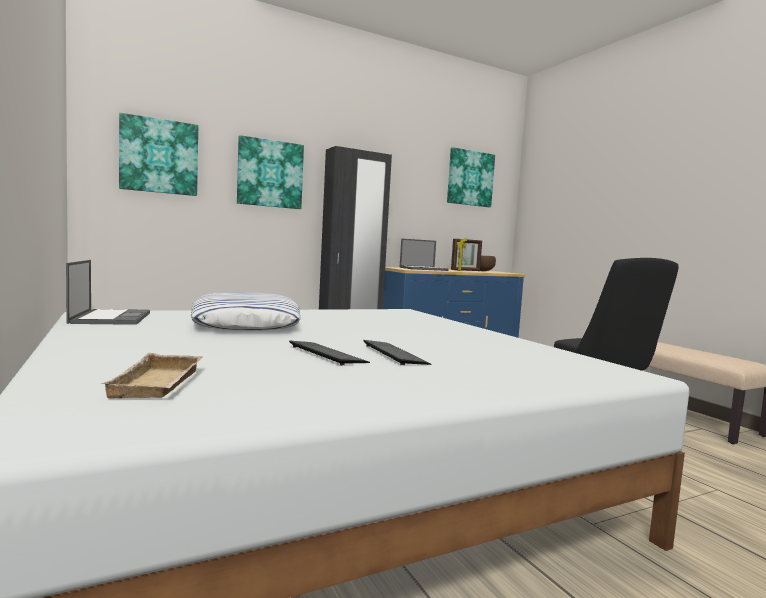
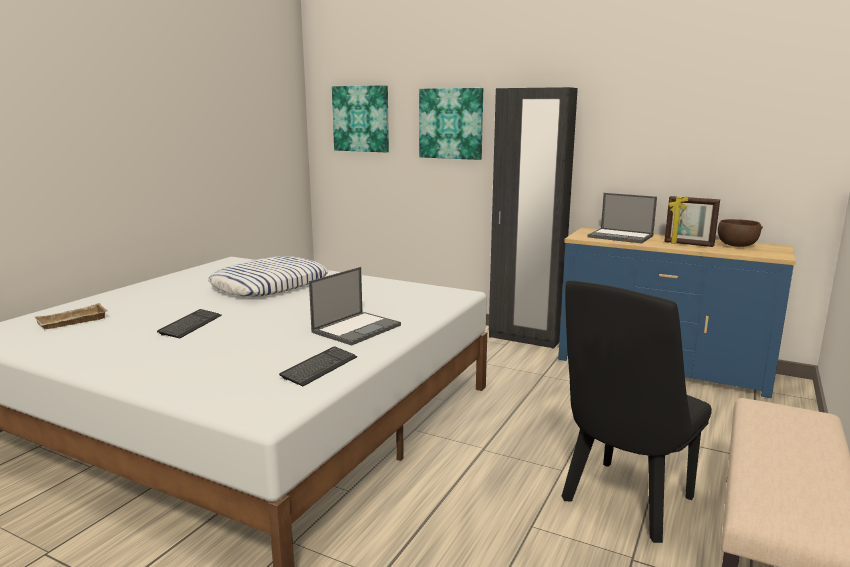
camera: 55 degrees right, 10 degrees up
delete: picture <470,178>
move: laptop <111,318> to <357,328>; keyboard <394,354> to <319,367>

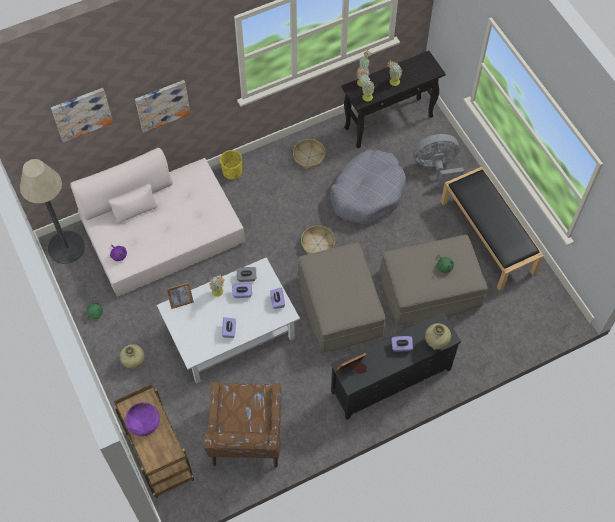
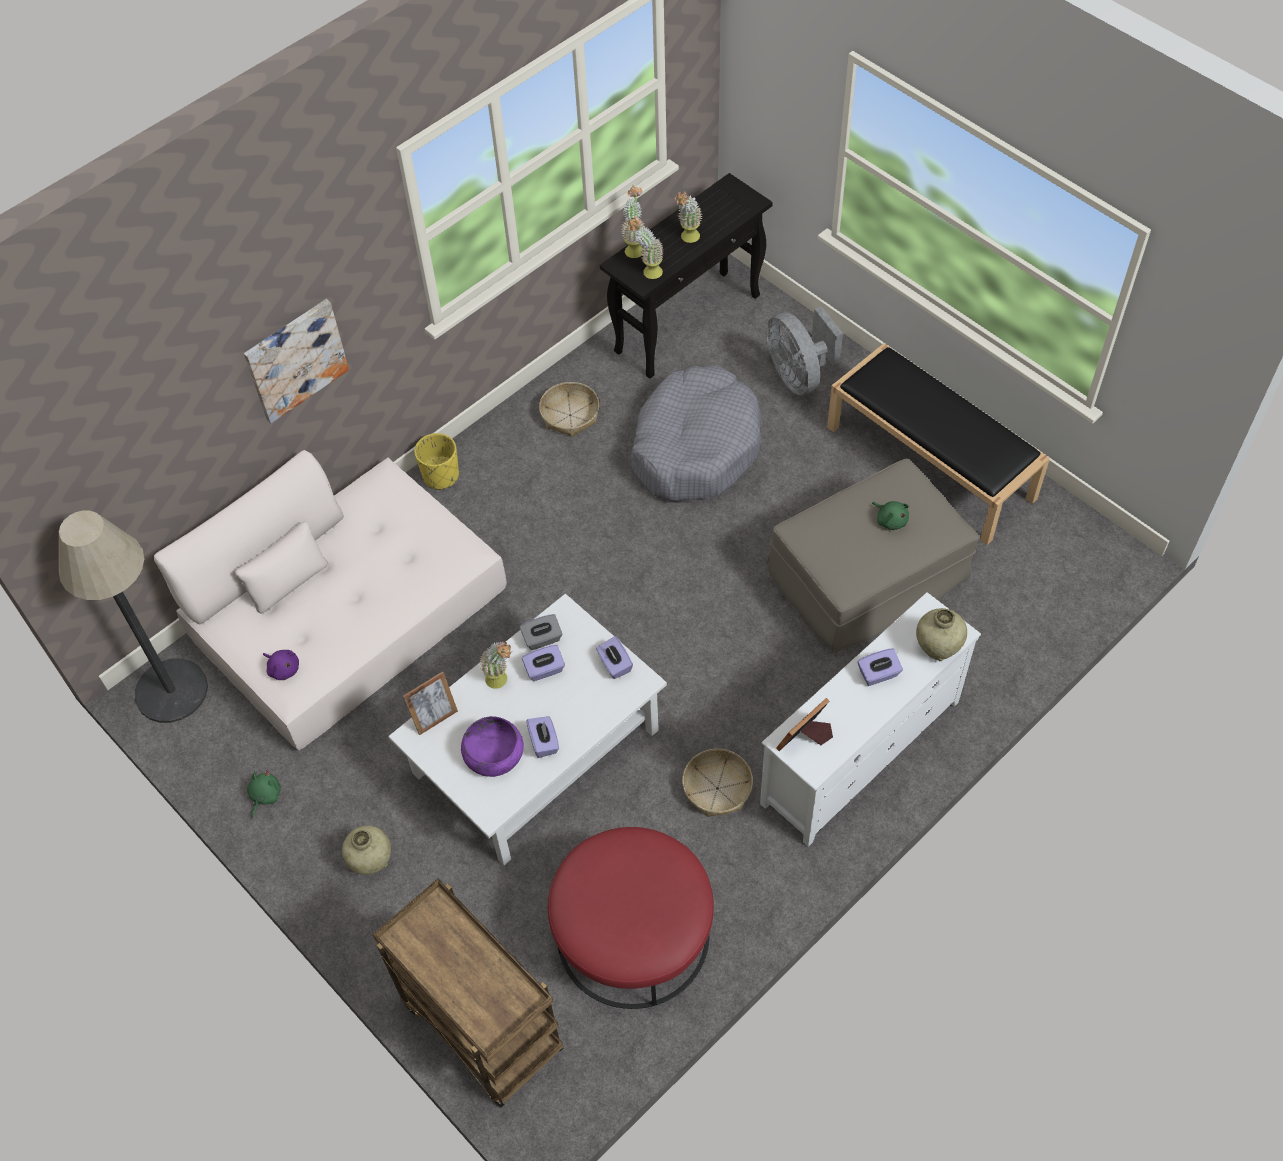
camera: 15 degrees left, 5 degrees down
delete: picture <82,113>; ottoman/beige <340,306>
move: bowl/purple <143,422> to <493,754>; basket <318,244> to <717,788>
replace: armchair/brown <246,436> to ottoman/red <633,934>
recolor: tv stand/black <391,381> to tv stand/white <861,753>
rotate: fan/grey <436,168> = <798,375> 90 degrees counterclockwise

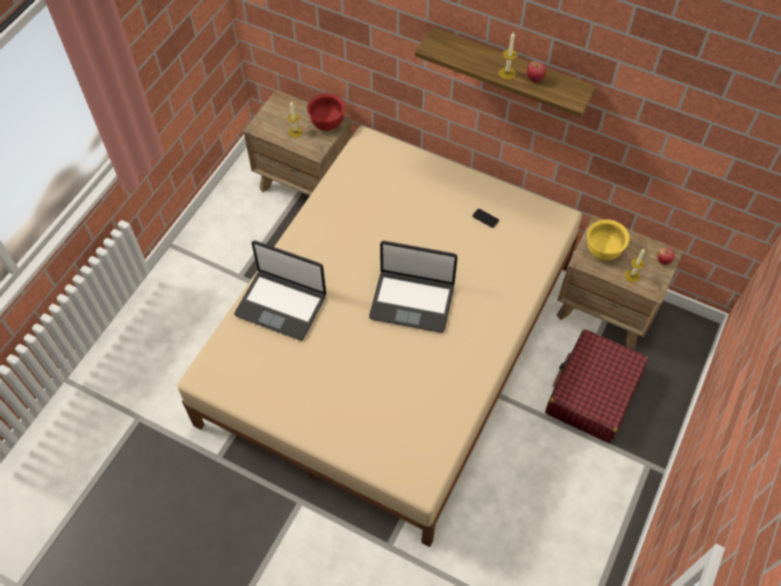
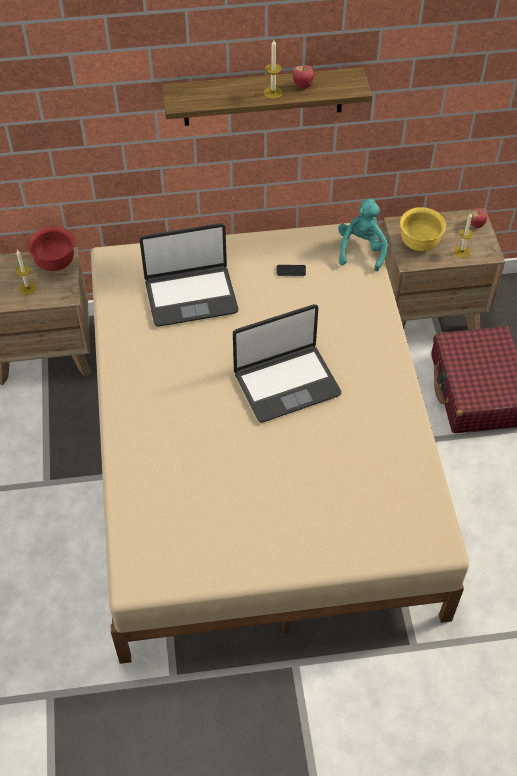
camera: 35 degrees left, 5 degrees down
insert: plush toy/turquoise <361,250>
move: laptop <281,305> to <191,296>

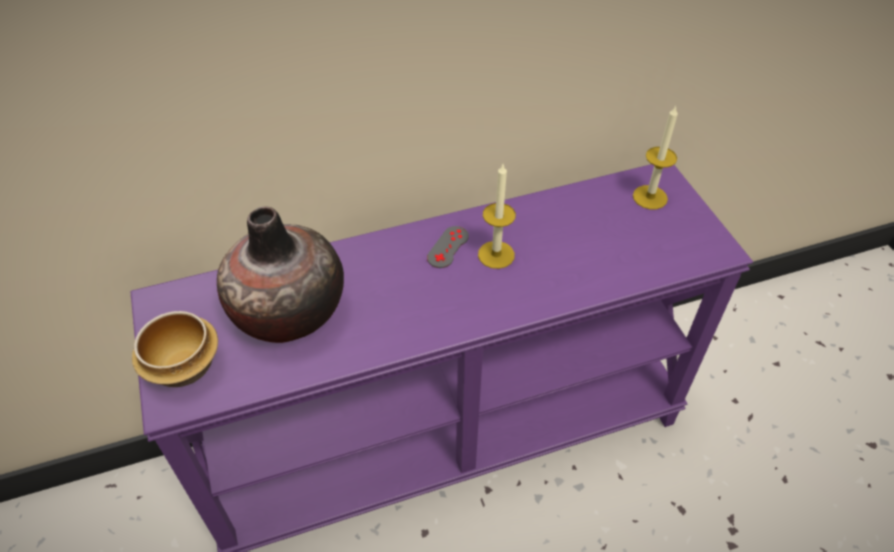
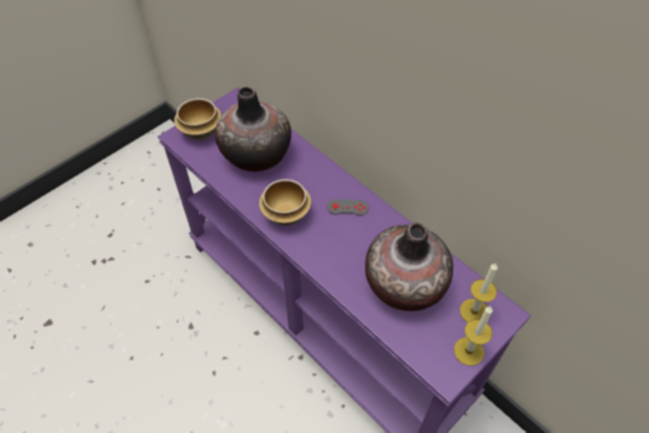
camera: 65 degrees right, 5 degrees up
insert: bowl <285,214>; vase <404,284>
move: candle <496,254> to <468,351>

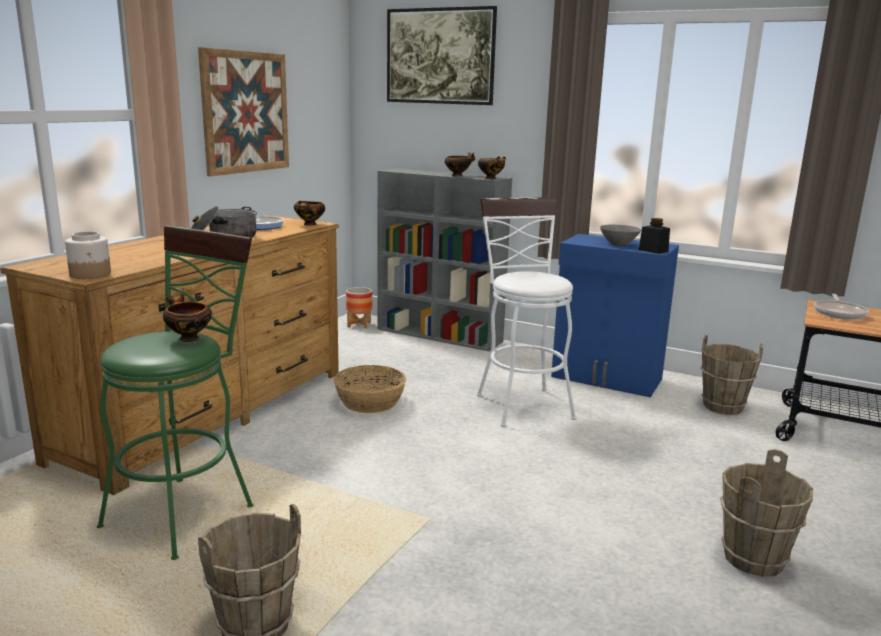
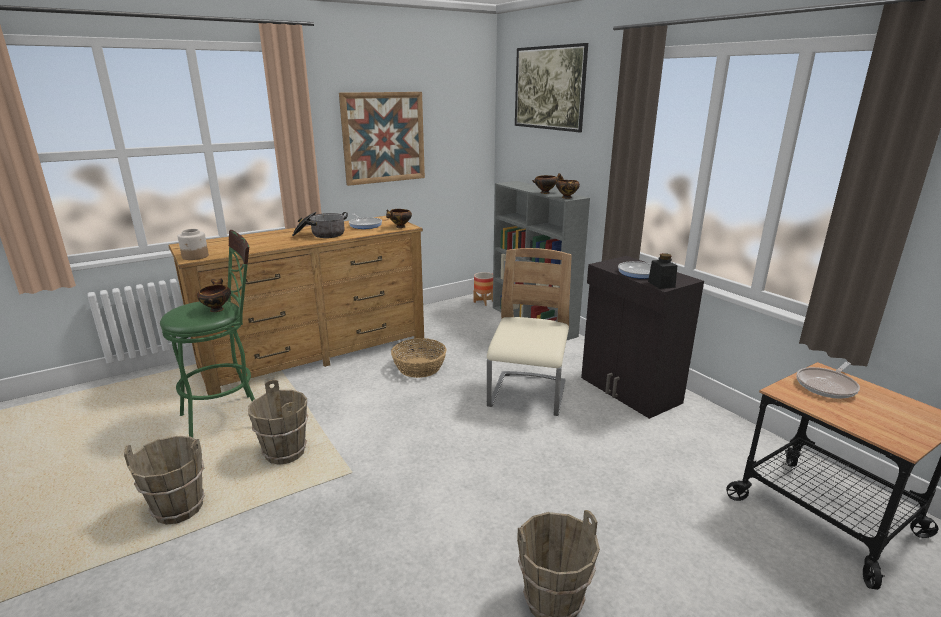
camera: 30 degrees right, 5 degrees up
move: bucket/brown <723,407> to <284,453>
replace: stool/white <521,403> to chair/beige <527,395>; bowl/grey <619,244> to frying pan <641,272>
recolor: cabinet/blue <606,378> to cabinet/black <629,391>

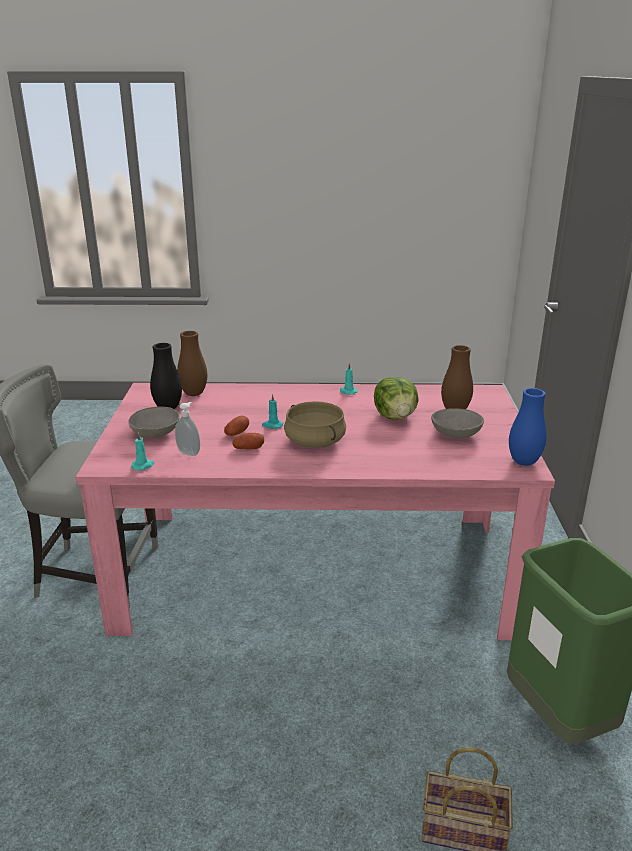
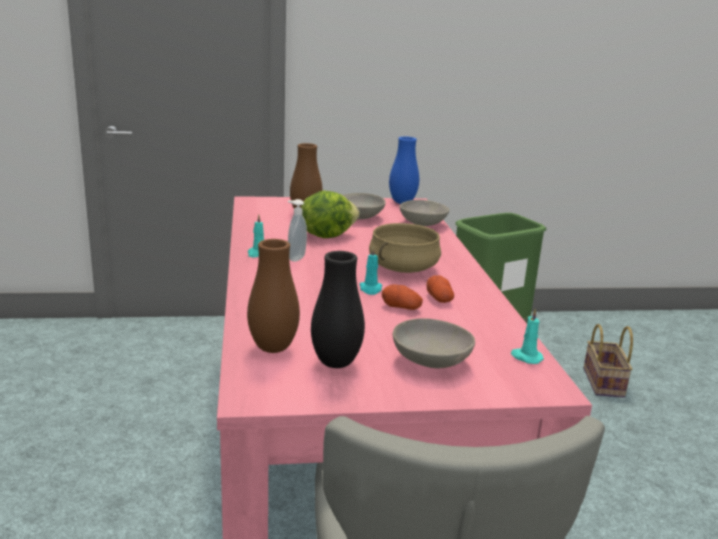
camera: 100 degrees left, 5 degrees down
insert: bowl/grey <422,224>
move: soap dispenser <189,452> to <295,258>

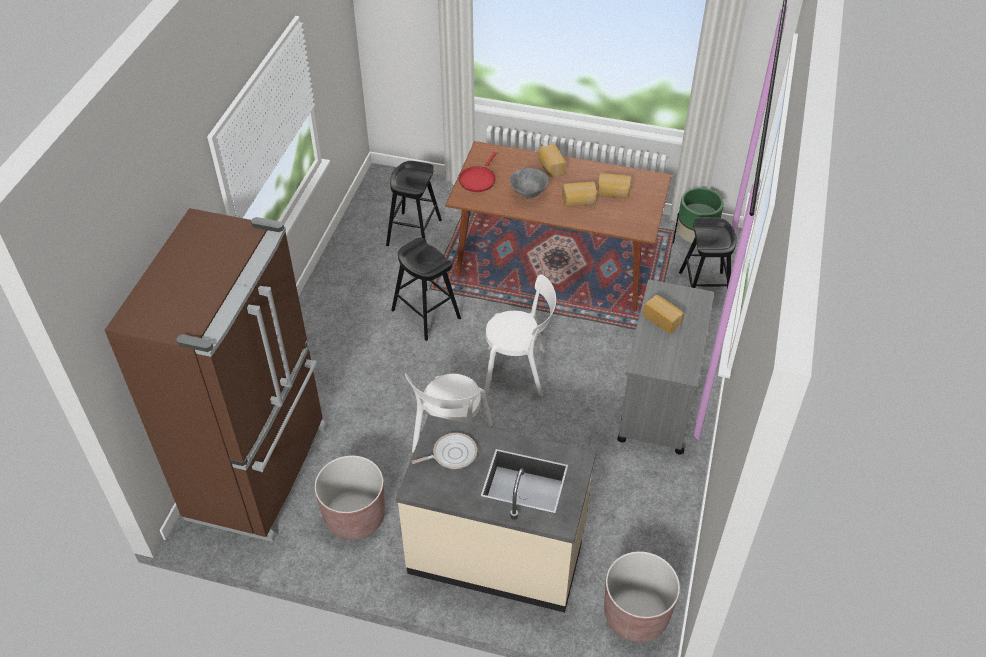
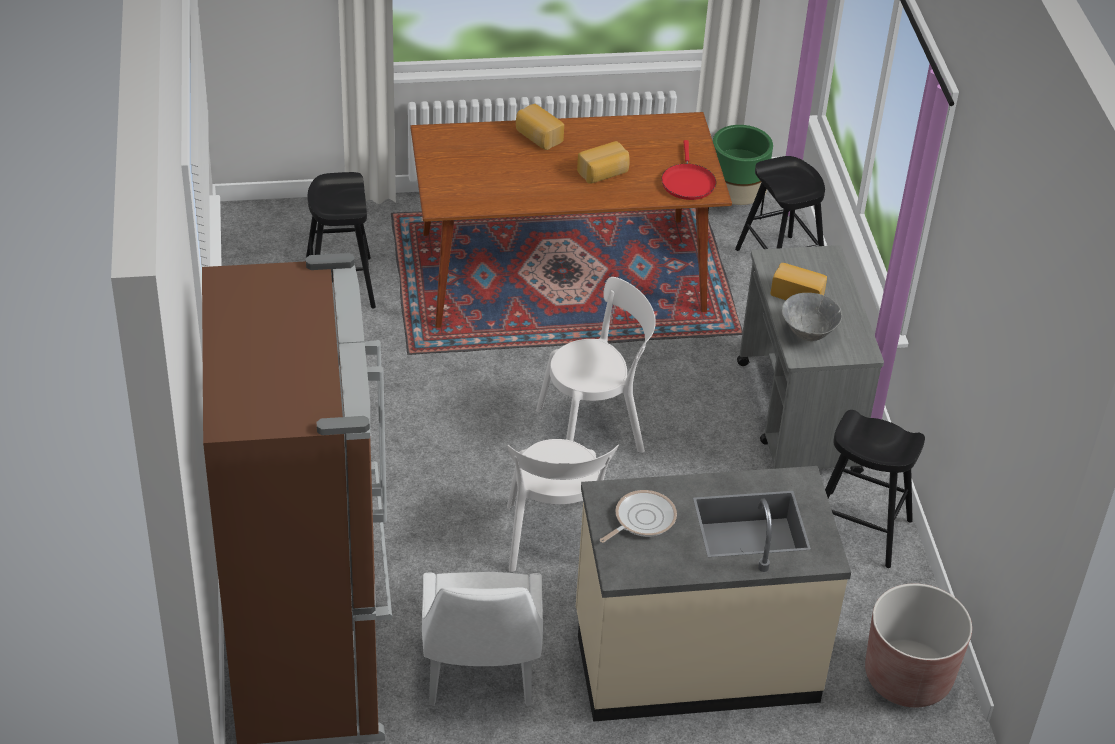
camera: 25 degrees left, 5 degrees down
delete: bread <613,193>
move: stool/black <426,314> to <859,529>; frying pan/red <478,179> to <687,182>; bowl/grey <528,194> to <808,334>
replace: planter/brown <355,516> to chair/white <480,674>

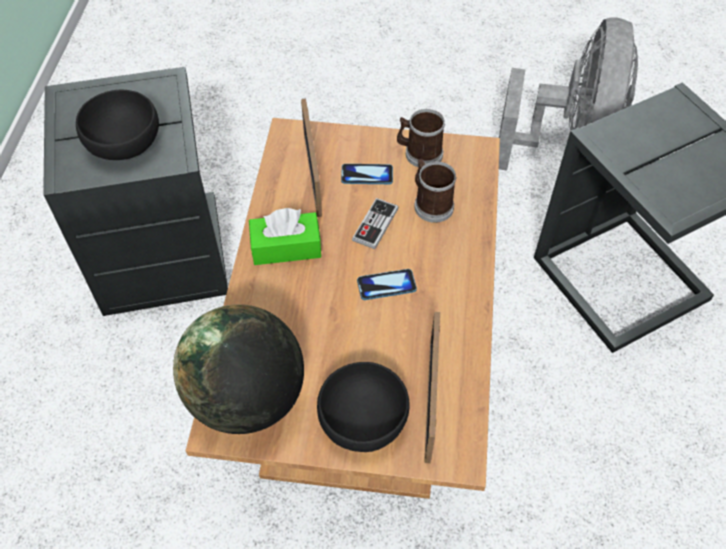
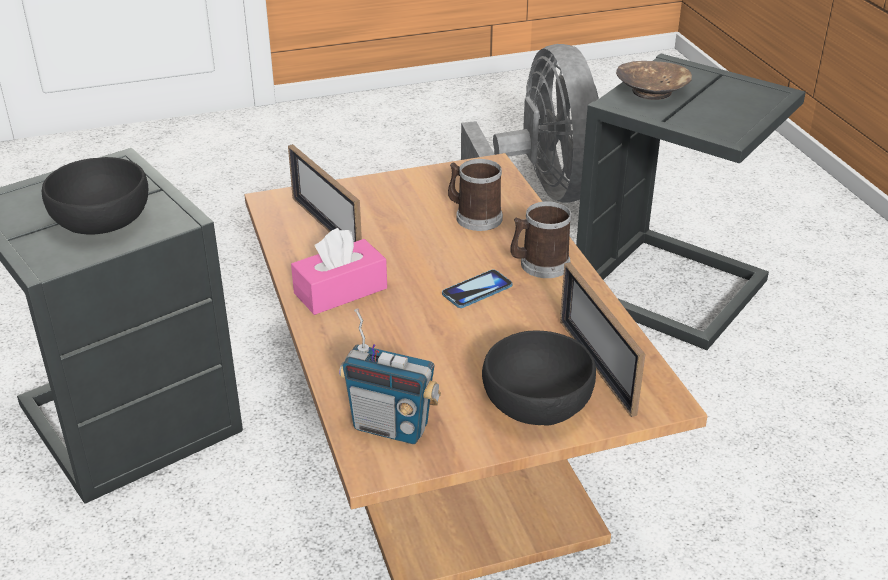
camera: 25 degrees left, 20 degrees down
delete: phone <367,175>; game controller <375,224>
insert: bowl/brown <652,91>
move: mug <419,153> to <539,265>
replace: globe <247,397> to radio <391,427>
recolor: tissue box/green <286,247> to tissue box/pink <340,291>

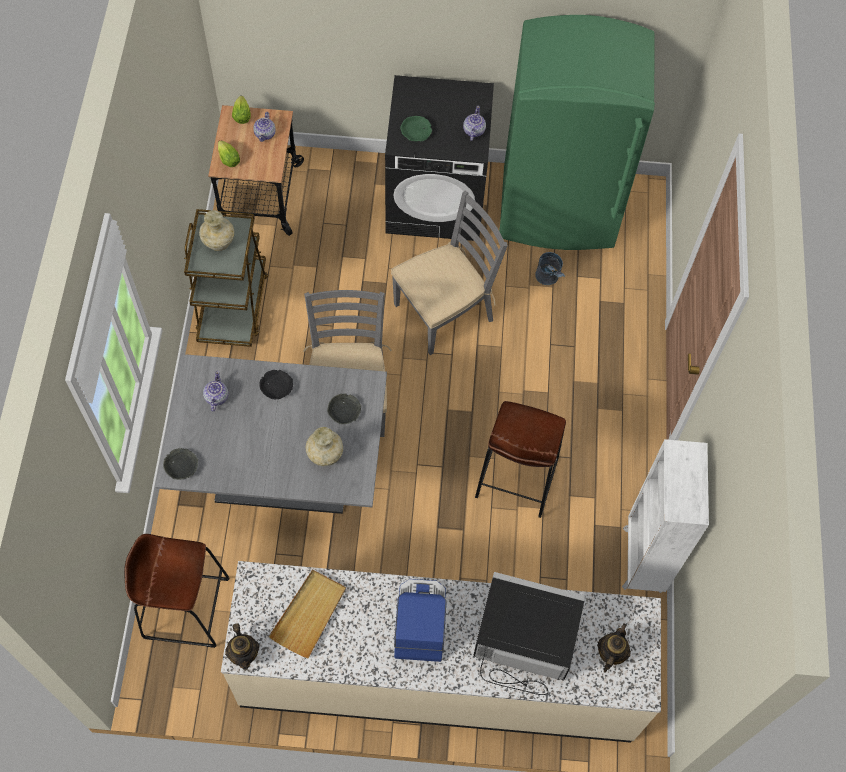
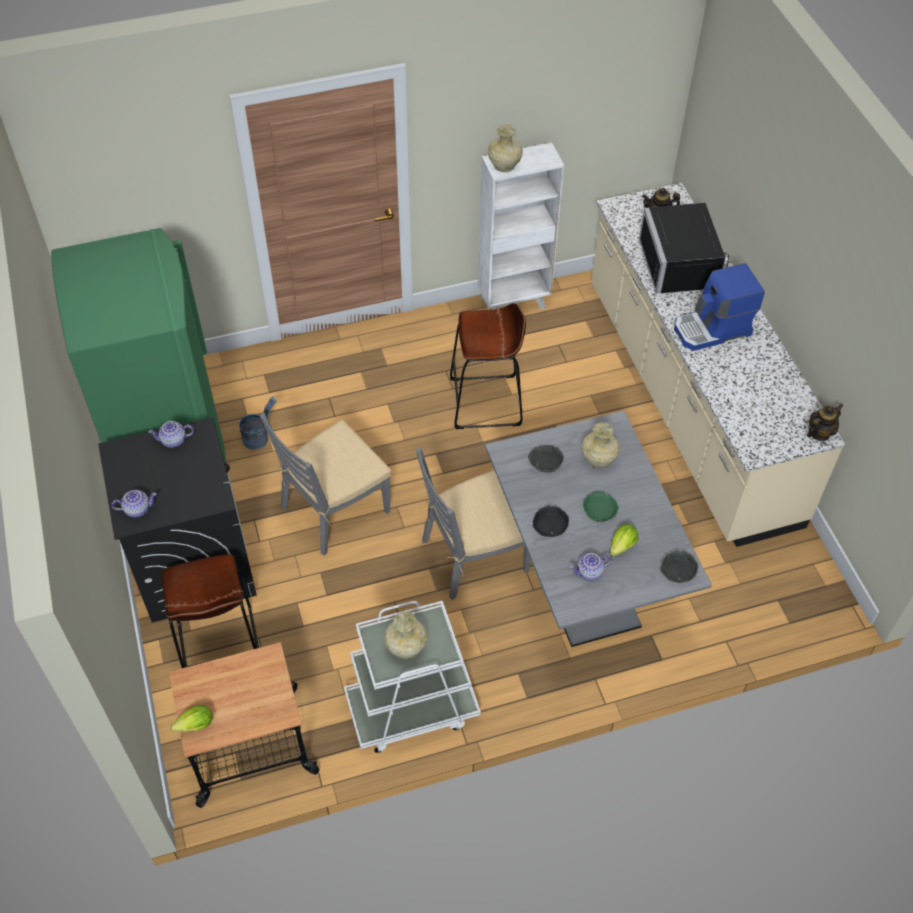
camera: 110 degrees left, 10 degrees down
delete: tray/beige <309,614>
insert: vase/beige <503,166>
move: stool/brown <186,607> to <219,647>; lettuce <228,158> to <621,547>; teapot <265,134> to <137,509>; bowl/green <416,132> to <600,510>
recolor: cart/brown <233,305> to cart/white <411,709>
rotate: chair/grey <444,311> = <334,510> 75 degrees counterclockwise

